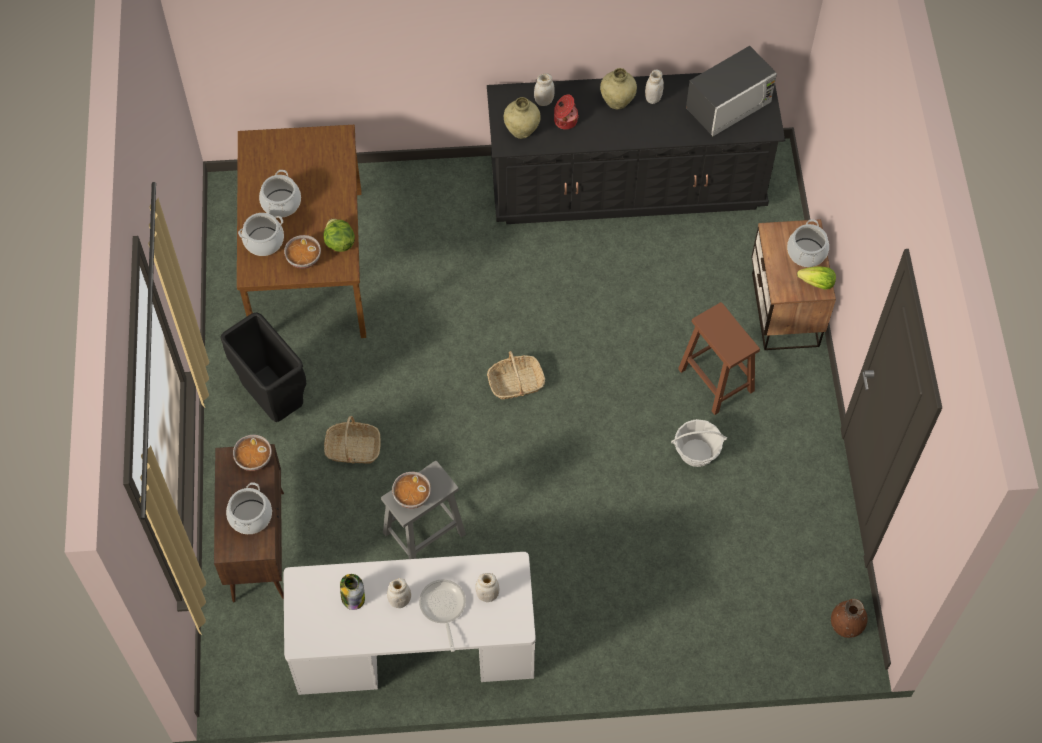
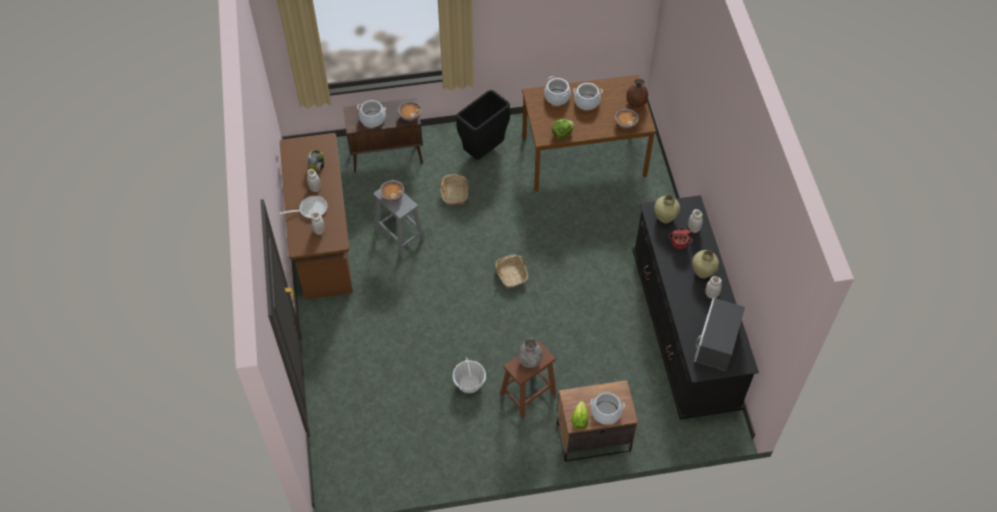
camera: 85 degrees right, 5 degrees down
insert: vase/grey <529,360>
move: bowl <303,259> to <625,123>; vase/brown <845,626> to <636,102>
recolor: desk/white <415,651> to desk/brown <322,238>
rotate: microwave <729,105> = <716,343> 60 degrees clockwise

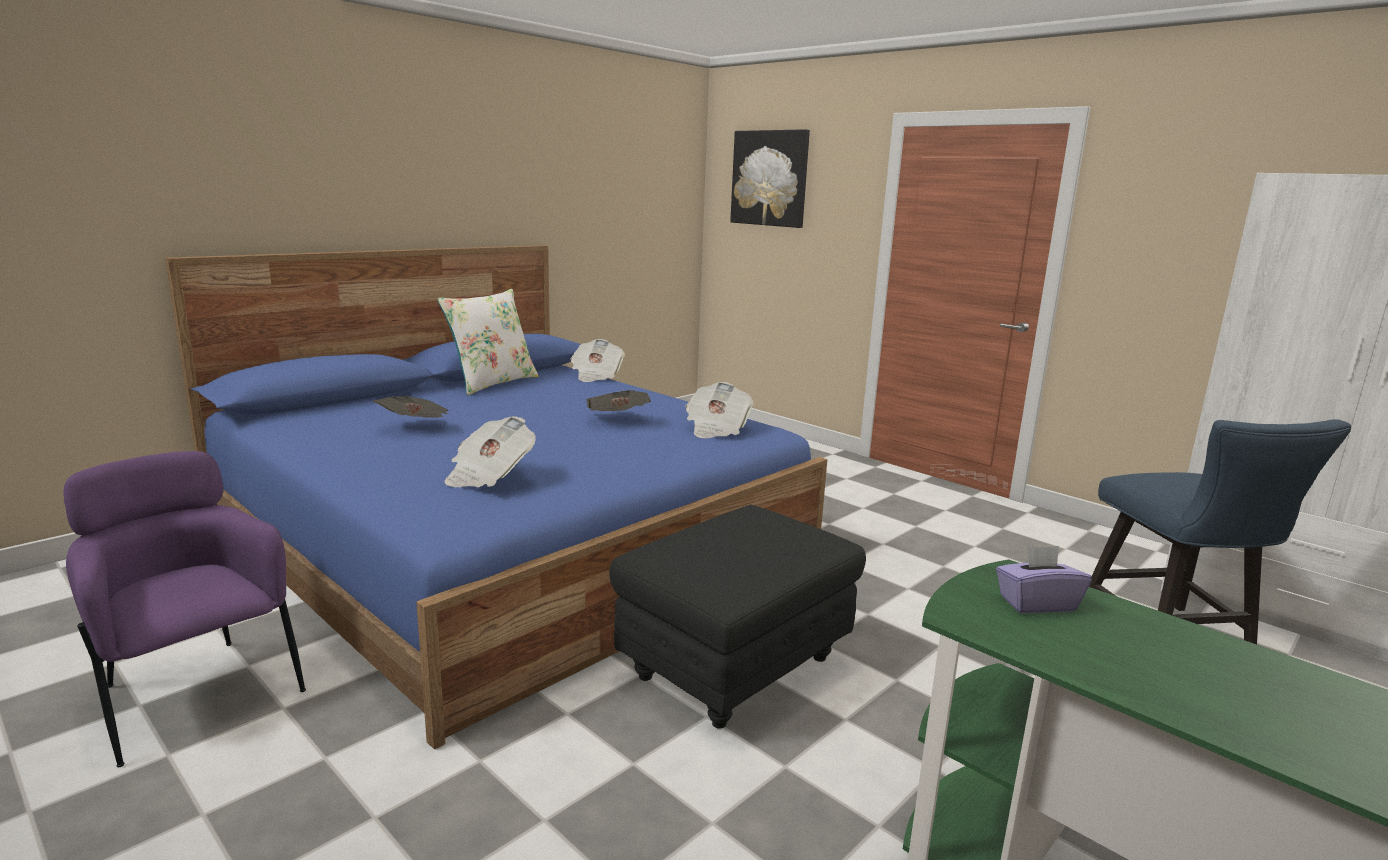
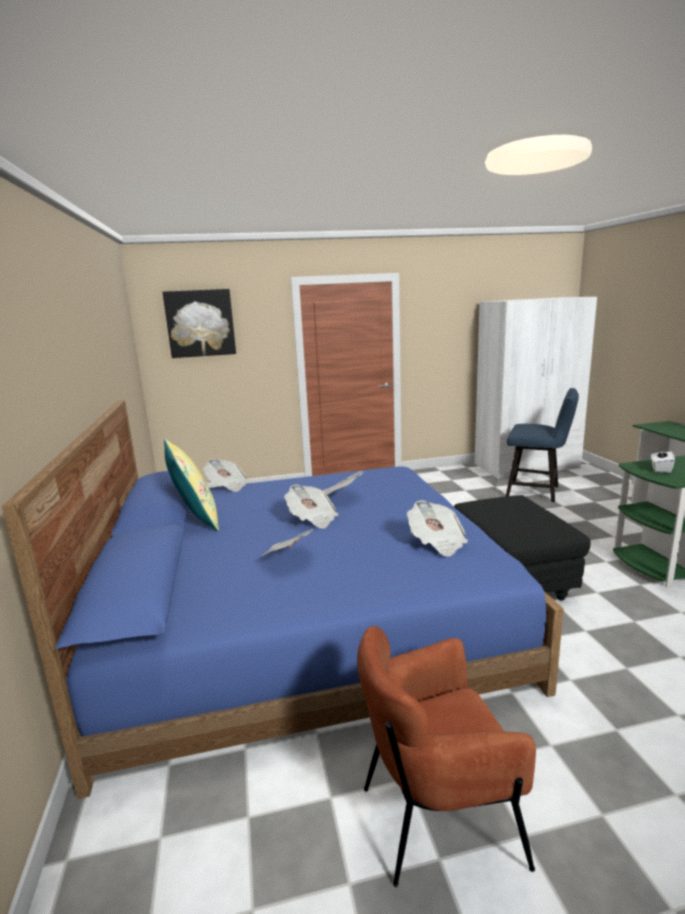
camera: 55 degrees left, 0 degrees up
move: newspaper <716,429> to <312,519>
recolor: armchair/purple <194,694> to armchair/brown <438,817>; pillow/white <492,383> to pillow/yellow <195,518>; tissue box/purple <1036,603> to tissue box/white <660,469>

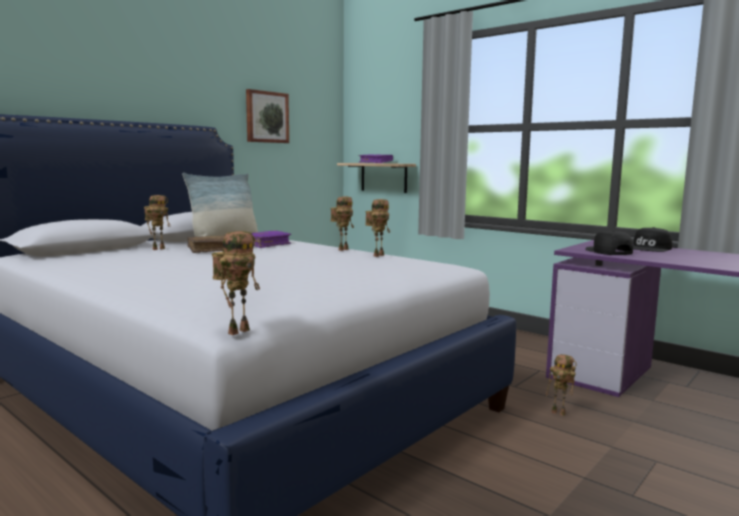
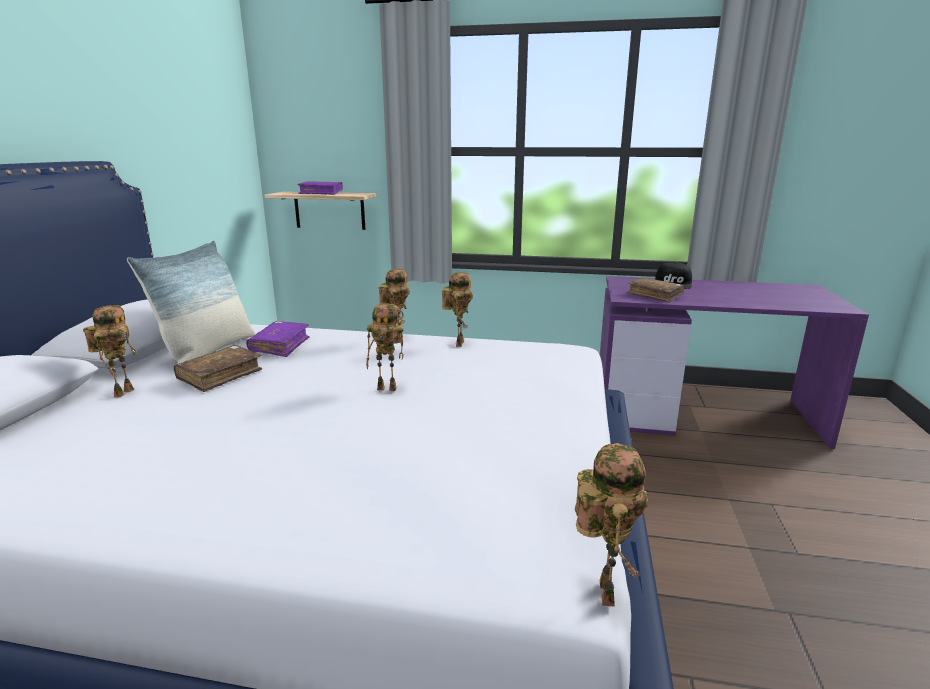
camera: 30 degrees left, 10 degrees up
delete: picture <266,117>
move: toy robot <560,413> to <388,388>
replace: cap/black <607,251> to book/brown <654,295>

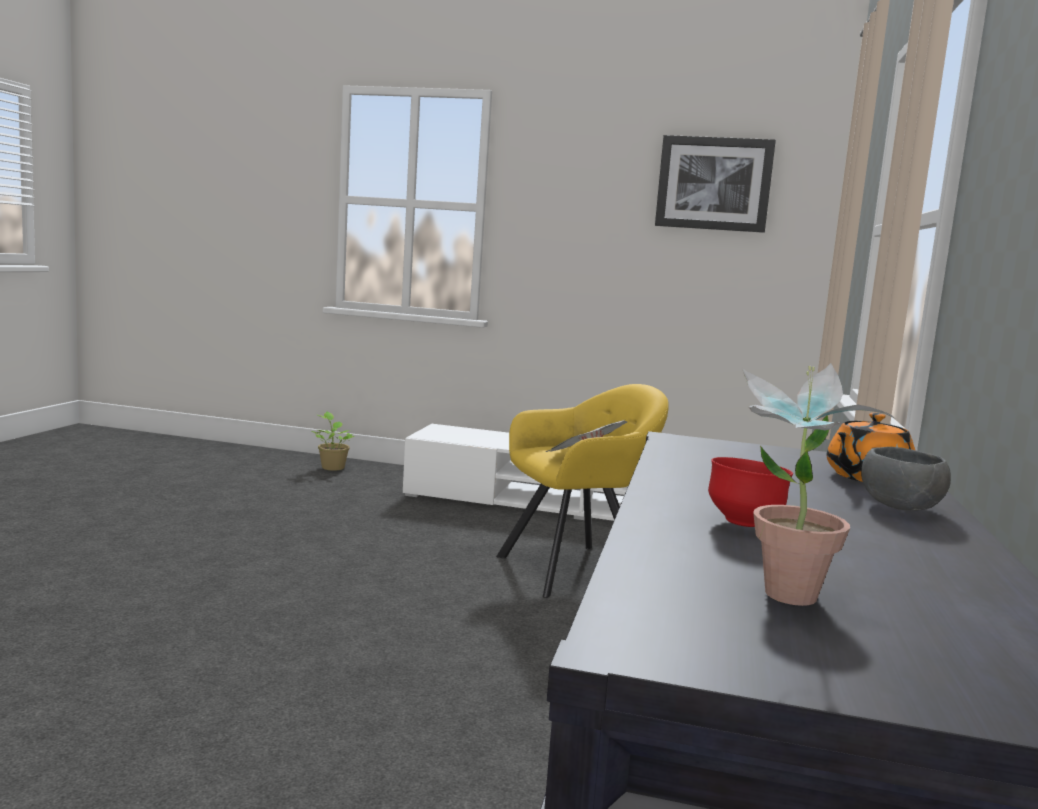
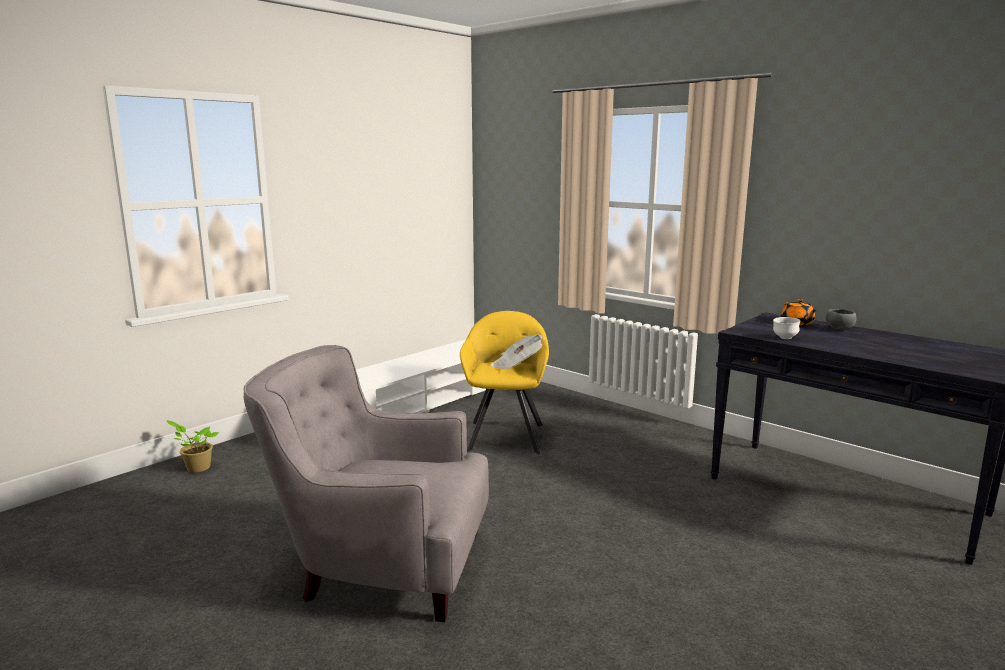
camera: 60 degrees left, 5 degrees up
delete: picture <713,184>; bowl/red <744,523>; potted plant <782,600>
insert: armchair/grey <380,564>; bowl/white <784,338>

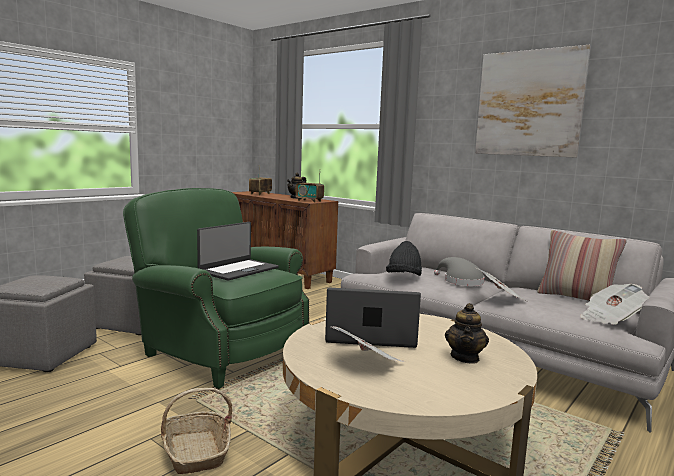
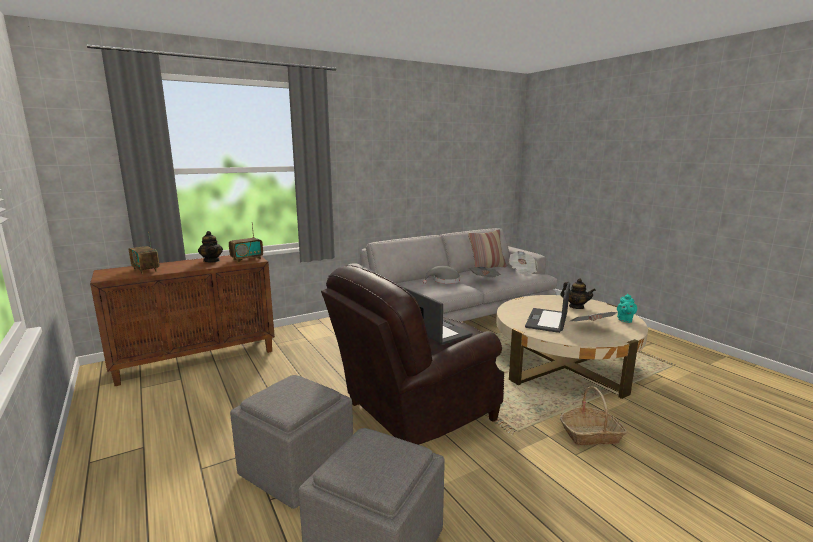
camera: 70 degrees left, 5 degrees up
delete: hat/black <404,277>; picture <529,103>
insert: teapot/turquoise <624,320>
recolor: armchair/green <220,350> to armchair/brown <414,413>

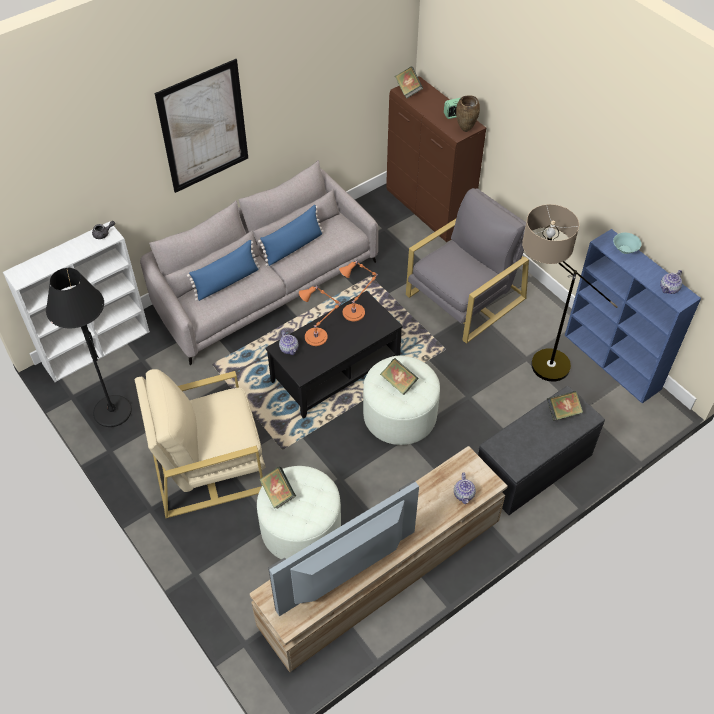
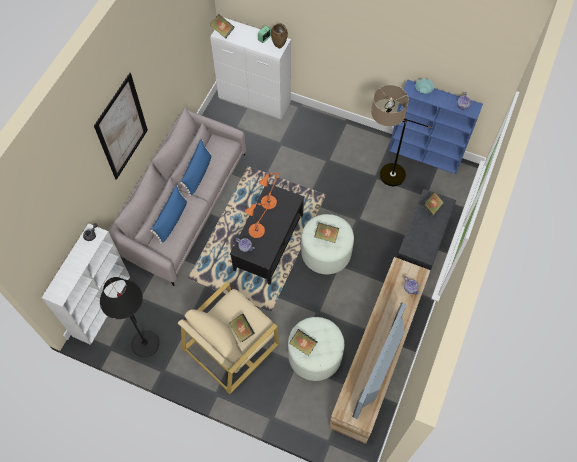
camera: 30 degrees left, 10 degrees up
delete: armchair/grey <464,297>
insert: book <242,330>
recolor: cabinet/brown <429,210> to cabinet/white <255,101>

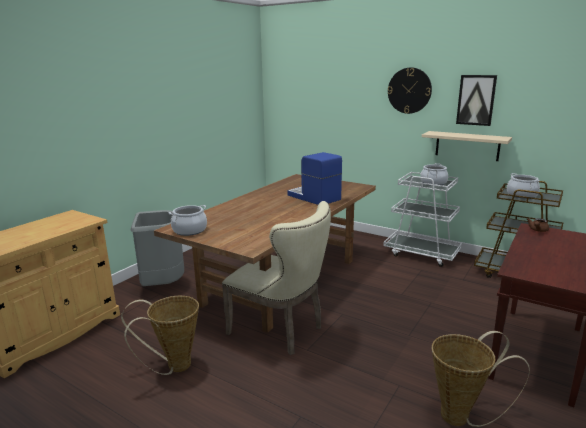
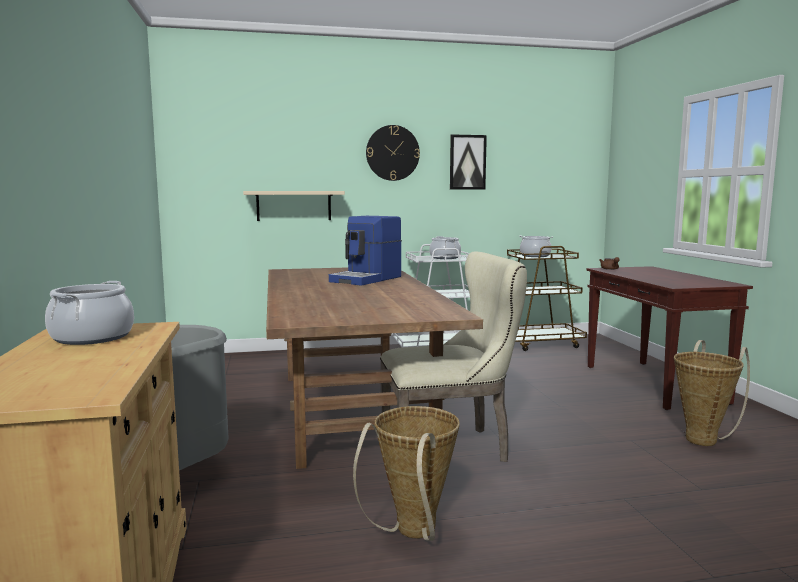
camera: 45 degrees left, 10 degrees down
move: cooking pot <189,230> to <92,337>; shelf/beige <467,146> to <294,205>
rotate: coffee machine <313,198> = <367,279> 60 degrees counterclockwise

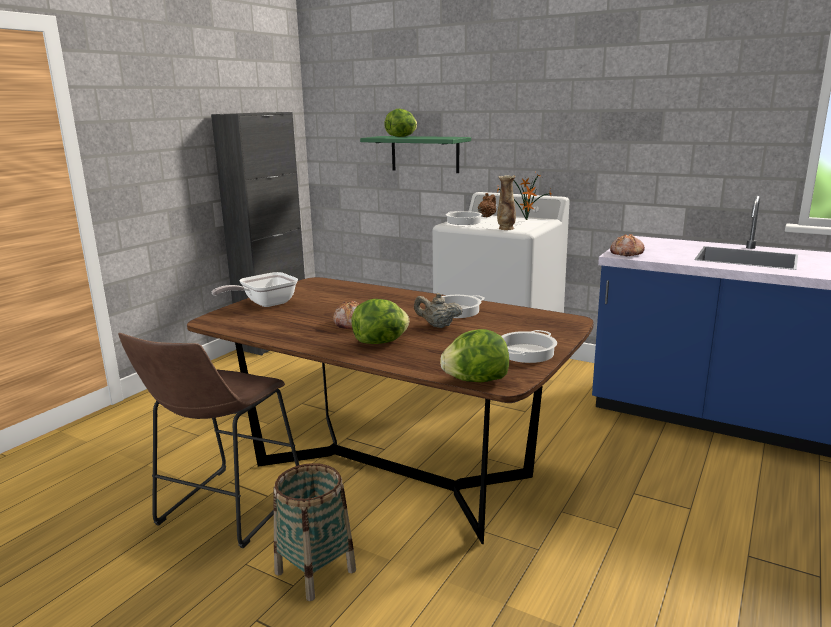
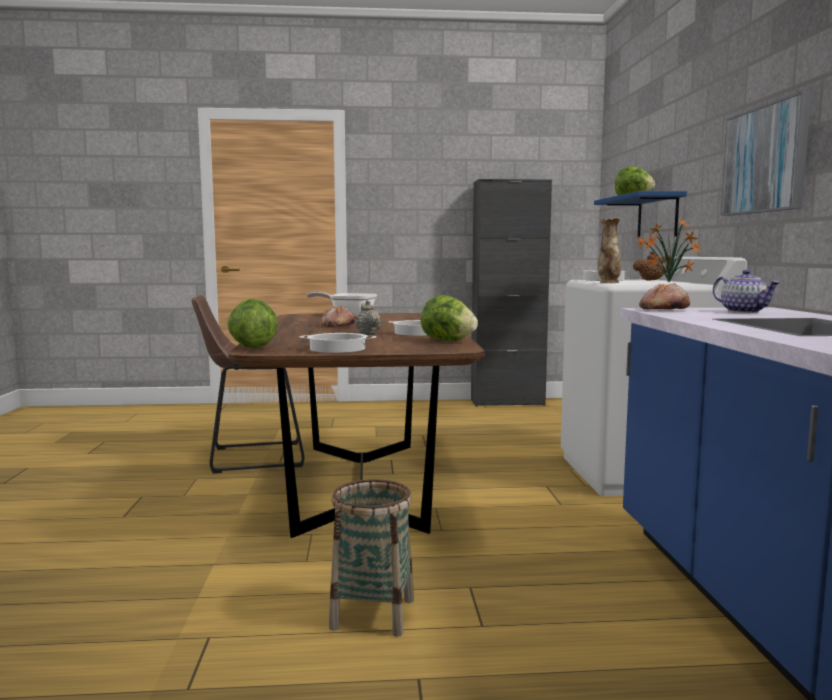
camera: 55 degrees right, 10 degrees down
insert: teapot <744,311>; picture <765,159>
move: basket <315,572> to <372,614>; lettuce <381,342> to <447,341>
recolor: shelf/green <425,154> to shelf/blue <657,216>

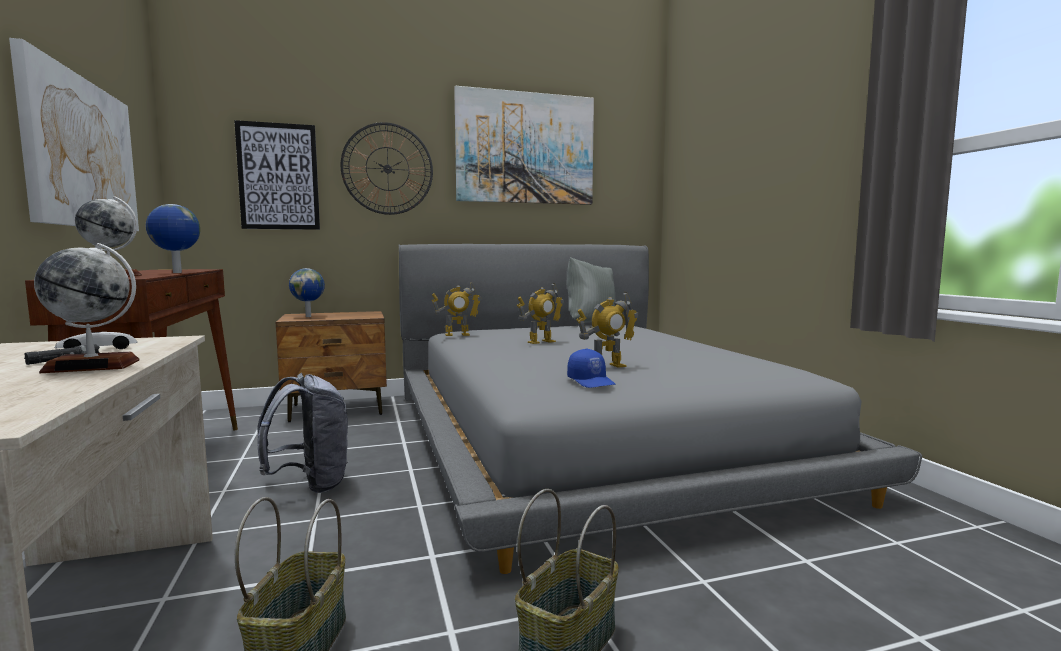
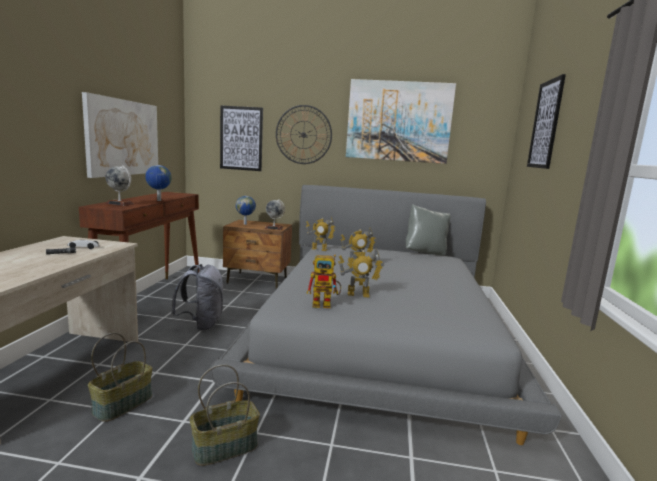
camera: 25 degrees right, 5 degrees up
insert: picture <545,124>
move: globe <92,366> to <274,228>
replace: cap/blue <591,381> to toy robot <326,304>

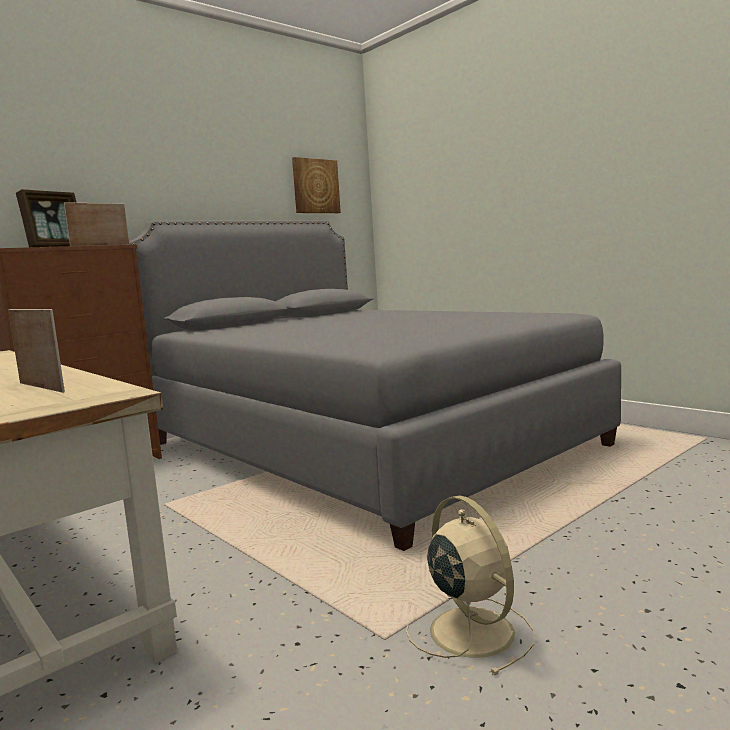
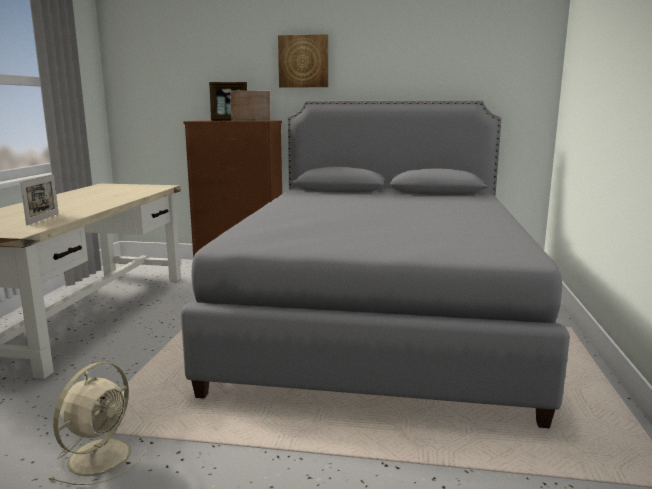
camera: 50 degrees right, 5 degrees up
move: picture <315,186> to <303,61>

